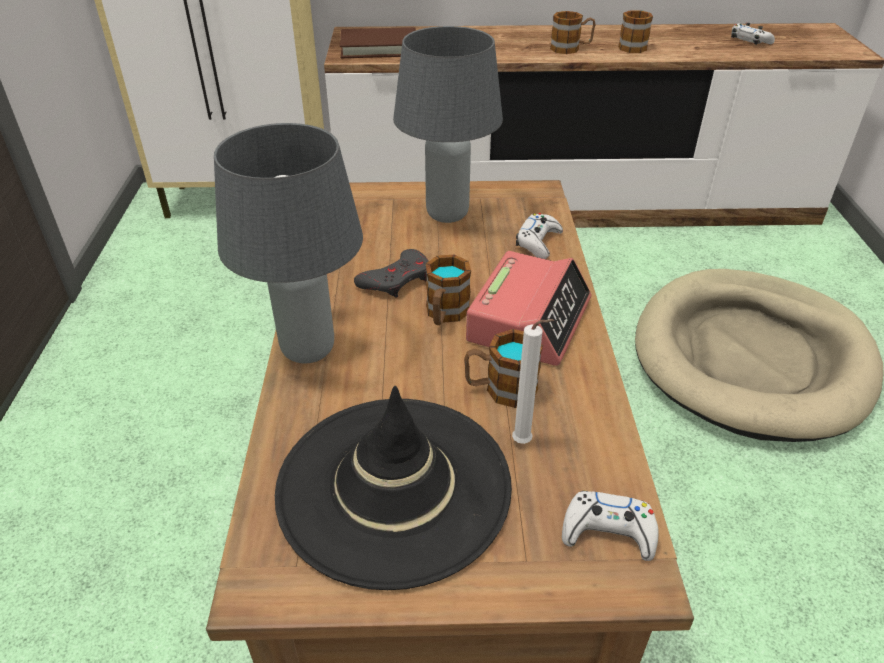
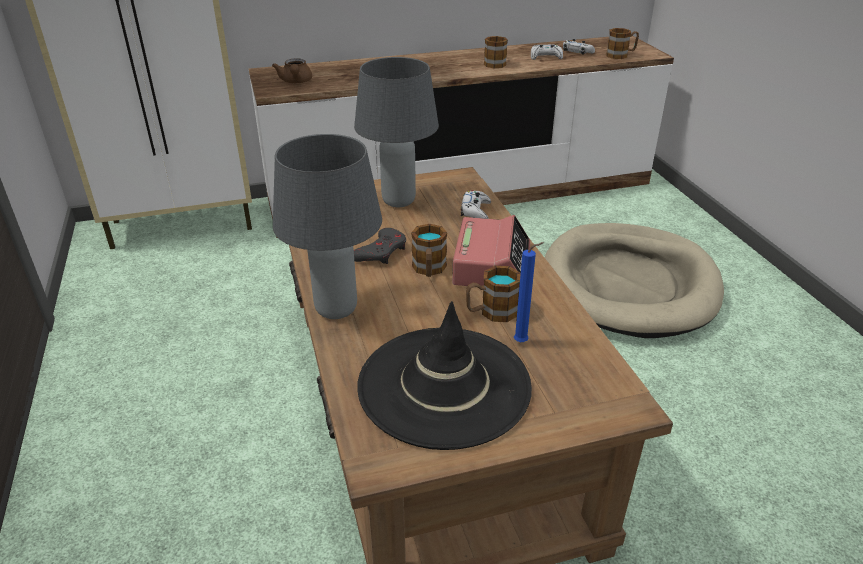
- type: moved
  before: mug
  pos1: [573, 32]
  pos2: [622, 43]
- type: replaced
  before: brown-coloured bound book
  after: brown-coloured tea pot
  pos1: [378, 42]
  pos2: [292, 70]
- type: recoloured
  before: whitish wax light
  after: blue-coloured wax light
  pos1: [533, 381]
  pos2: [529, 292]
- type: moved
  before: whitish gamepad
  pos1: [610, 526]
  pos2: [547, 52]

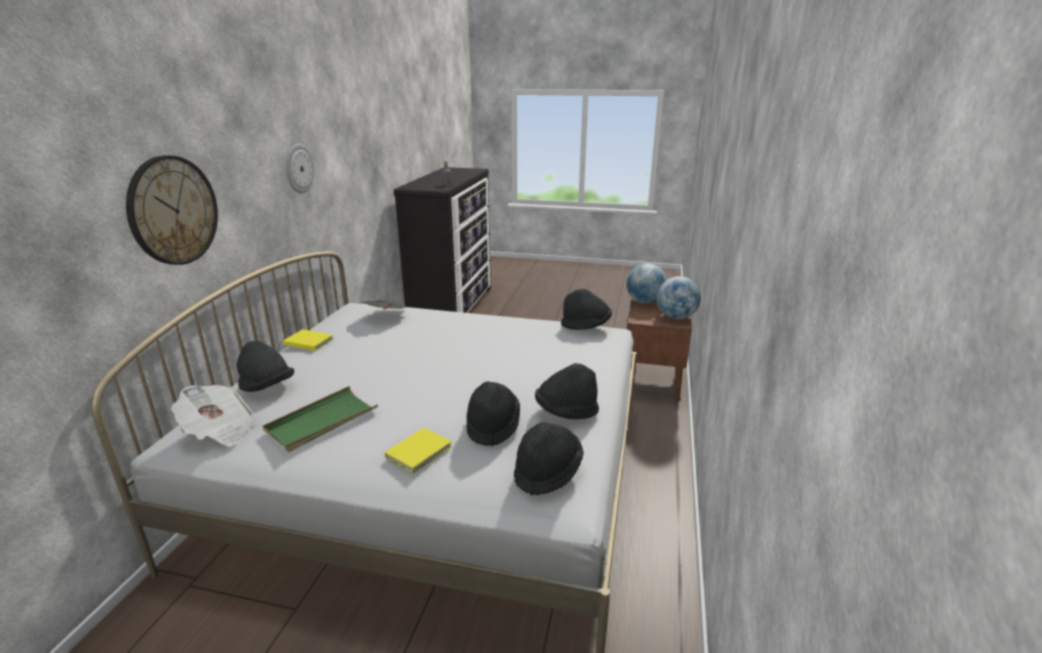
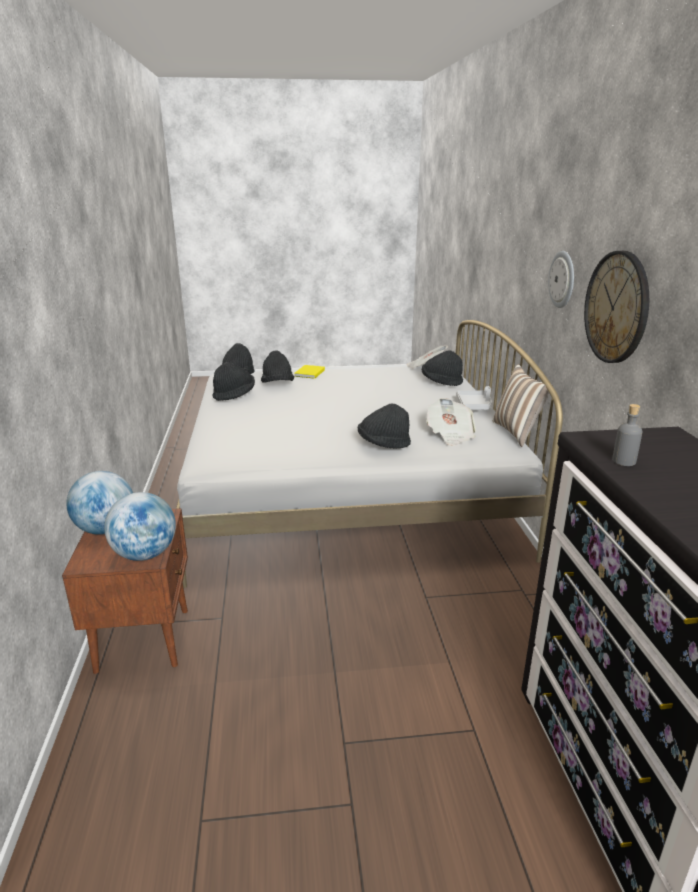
- type: moved
  before: clock on the wall
  pos1: [172, 210]
  pos2: [616, 307]
- type: moved
  before: black clothing hat
  pos1: [586, 309]
  pos2: [384, 425]
- type: replaced
  before: yellow-coloured bound book
  after: greyish serving tray
  pos1: [308, 340]
  pos2: [474, 398]
- type: removed
  before: greenish serving tray
  pos1: [320, 419]
- type: added
  after: pillow
  pos2: [522, 405]

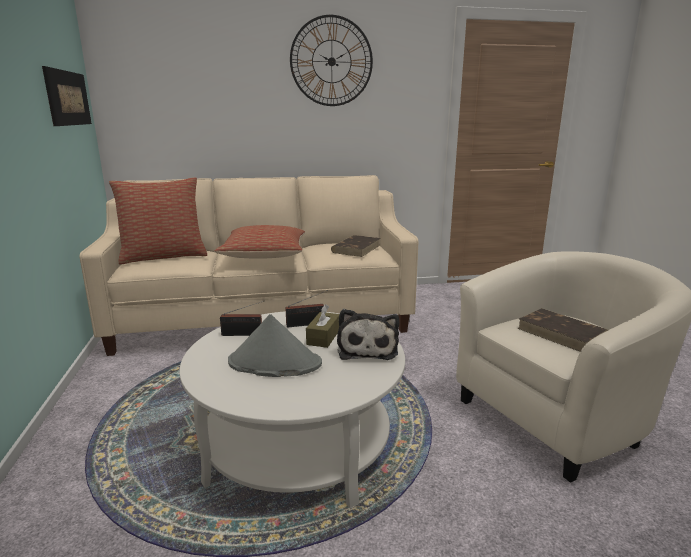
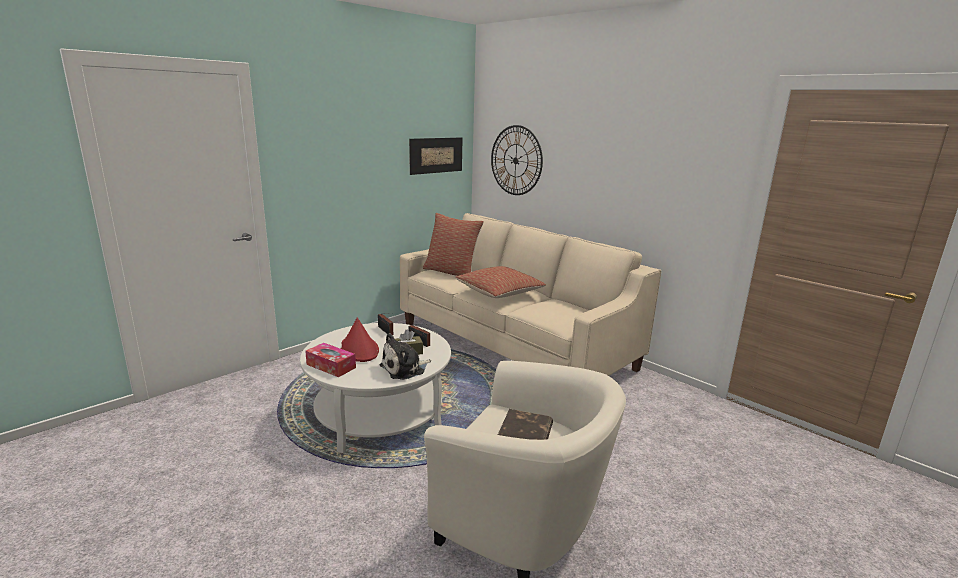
- type: moved
  before: clock on the wall
  pos1: [331, 60]
  pos2: [517, 160]
- type: removed
  before: brown-coloured bound book
  pos1: [356, 246]
- type: recoloured
  before: greyish clothing hat
  after: red clothing hat
  pos1: [275, 345]
  pos2: [360, 340]
- type: added
  after: tissue holder
  pos2: [330, 360]

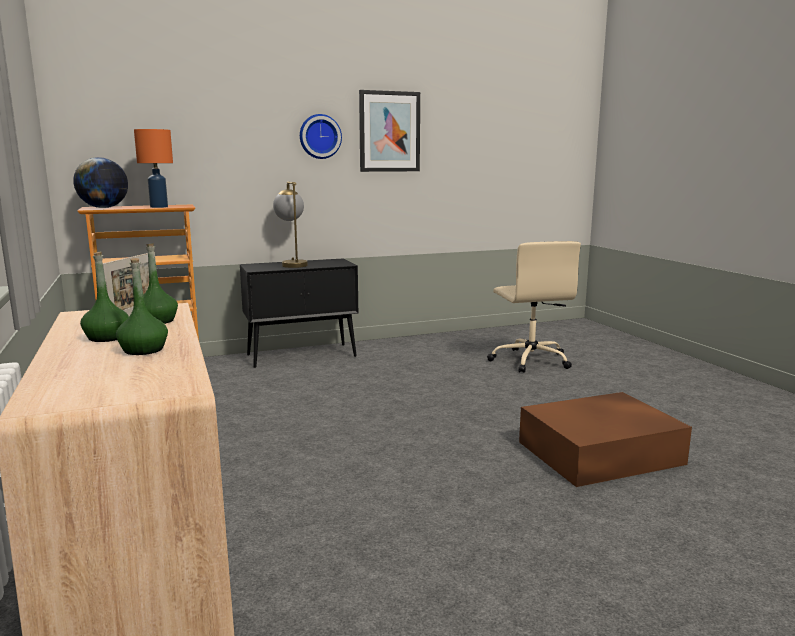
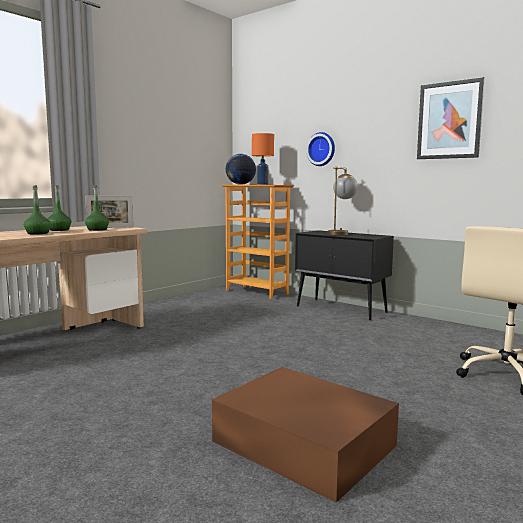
- type: moved
  before: clock on the wall
  pos1: [321, 136]
  pos2: [320, 149]

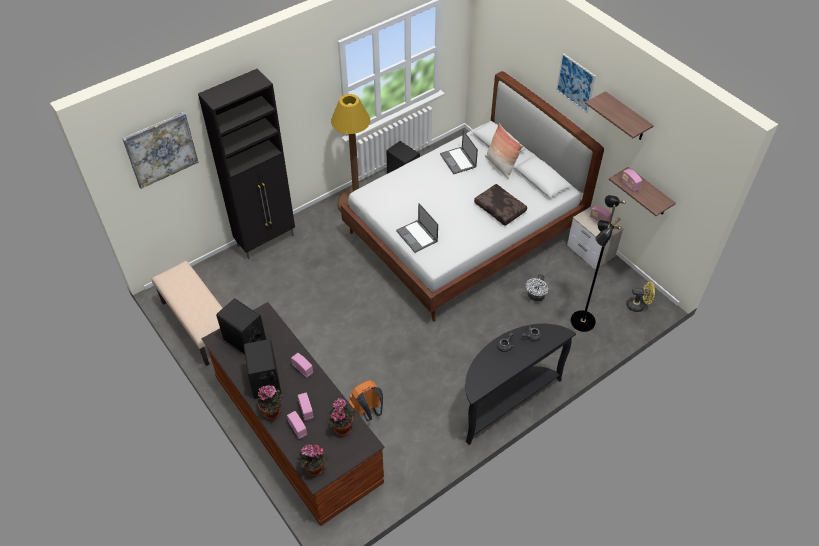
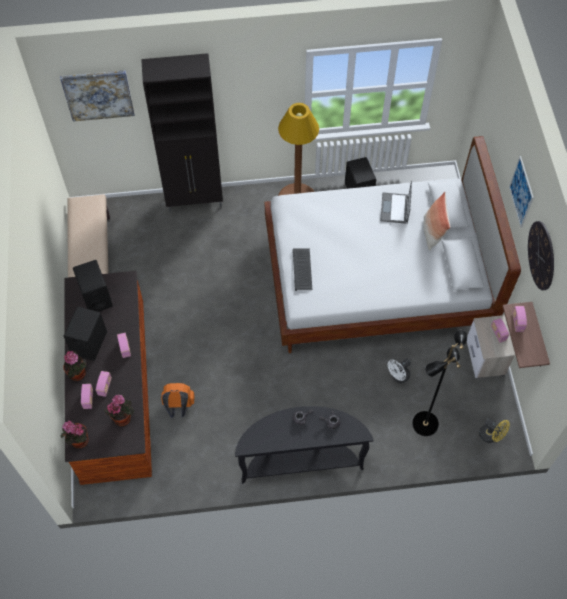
- type: replaced
  before: bracket shelf
  after: clock on the wall
  pos1: [619, 115]
  pos2: [541, 255]
- type: removed
  before: brown-coloured pillow
  pos1: [500, 205]
- type: replaced
  before: portable computer
  after: computer keyboard
  pos1: [417, 228]
  pos2: [302, 270]

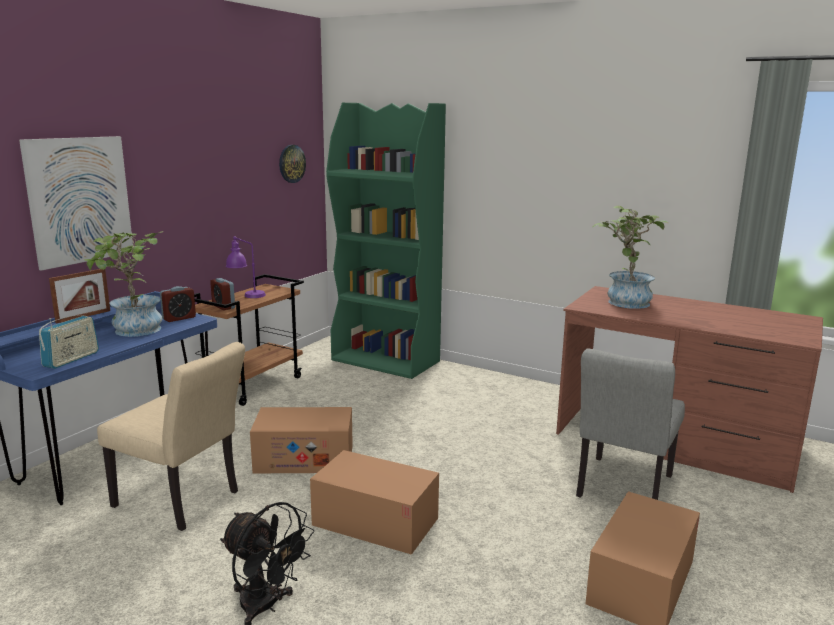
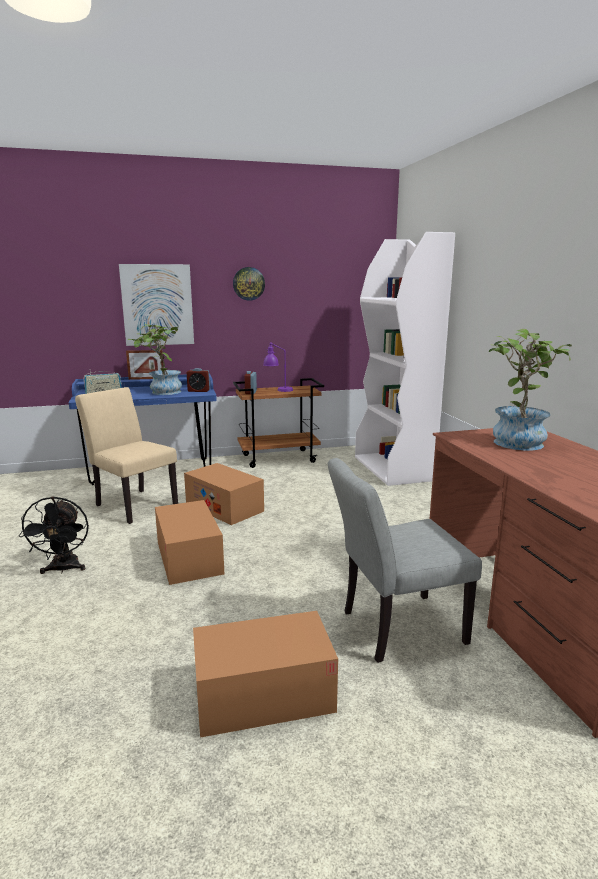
- type: recoloured
  before: greenish bookshelf
  after: whitish bookshelf
  pos1: [386, 241]
  pos2: [405, 359]
- type: moved
  before: clock on the wall
  pos1: [292, 164]
  pos2: [249, 284]
- type: turned
  before: beige chair
  pos1: [171, 436]
  pos2: [126, 455]
  turn: 150

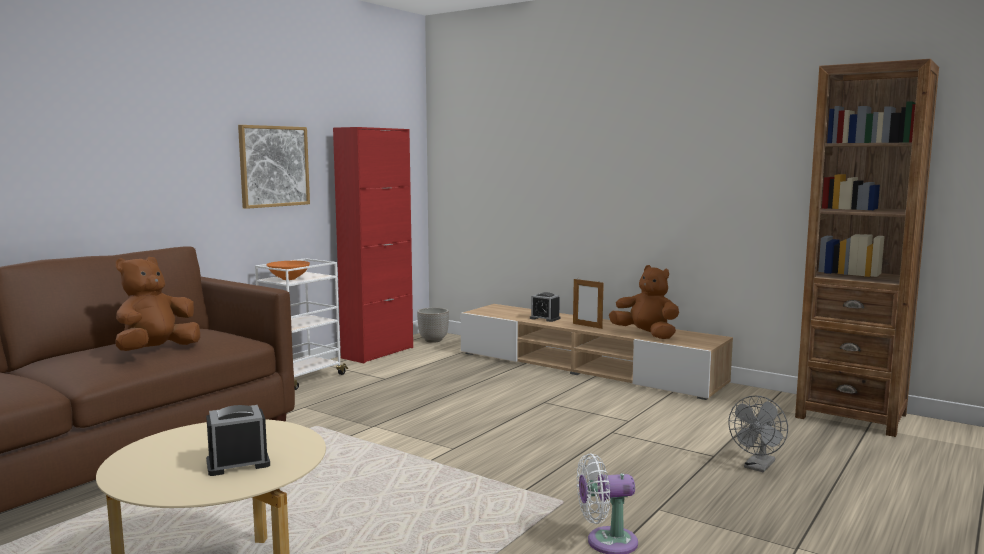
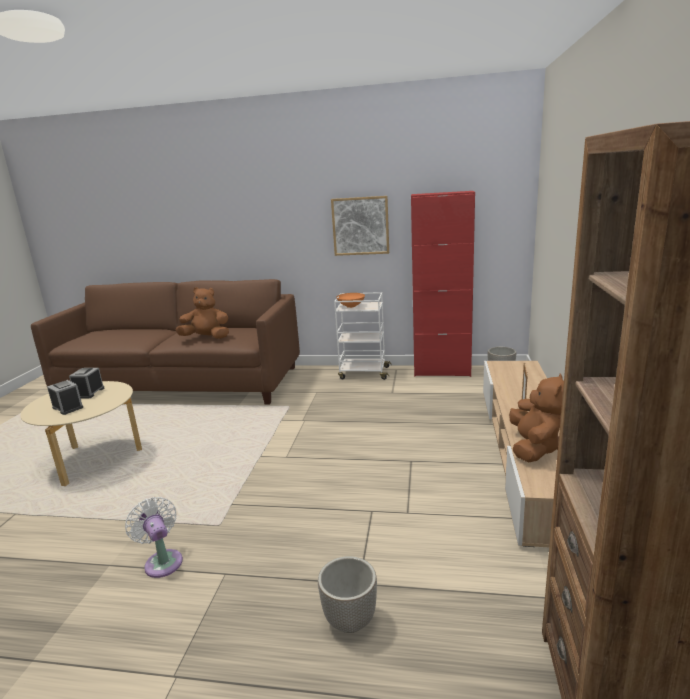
- type: moved
  before: alarm clock
  pos1: [545, 307]
  pos2: [86, 383]
- type: replaced
  before: greyish fan
  after: planter
  pos1: [758, 434]
  pos2: [347, 594]

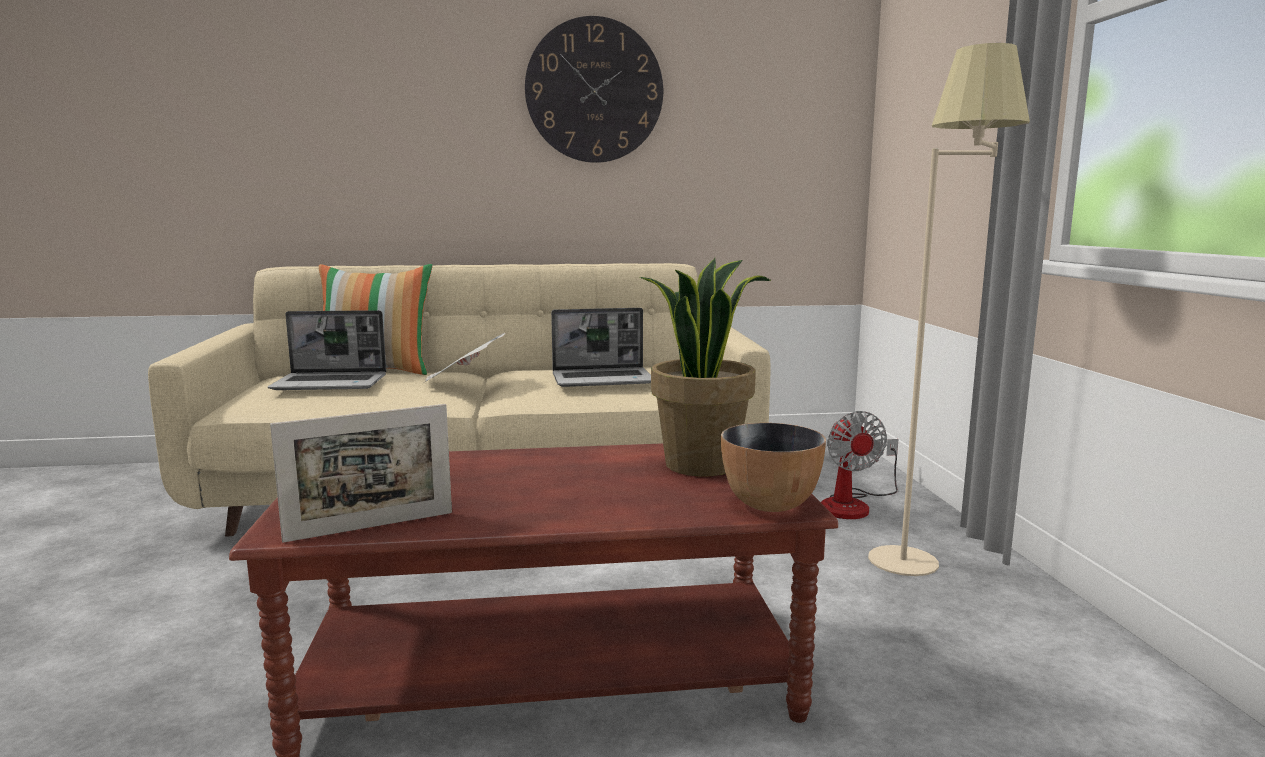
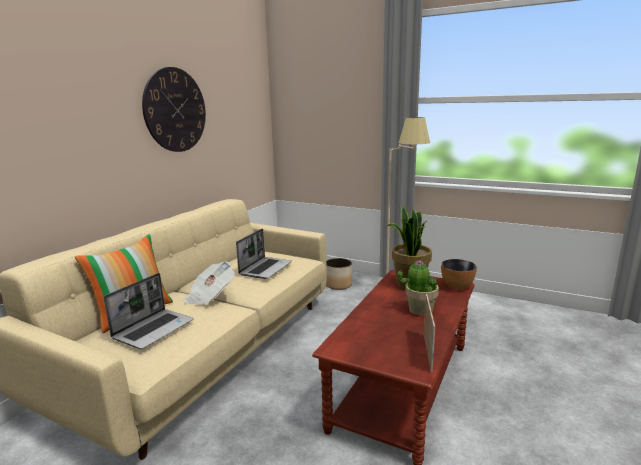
- type: replaced
  before: fan
  after: planter
  pos1: [859, 465]
  pos2: [339, 274]
- type: added
  after: houseplant
  pos2: [418, 288]

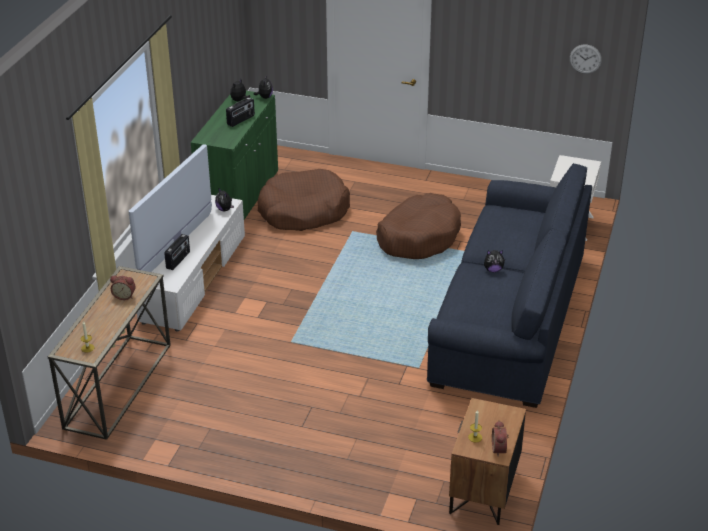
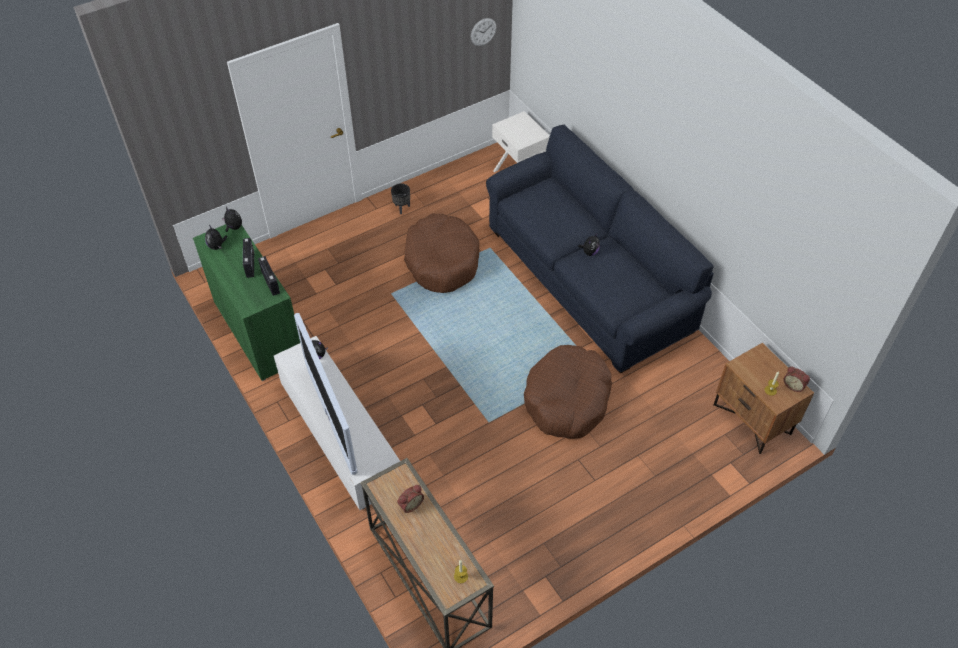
- type: moved
  before: brown-coloured dog bed
  pos1: [303, 200]
  pos2: [568, 392]
- type: moved
  before: radio
  pos1: [177, 252]
  pos2: [269, 276]
- type: added
  after: black planter
  pos2: [400, 198]

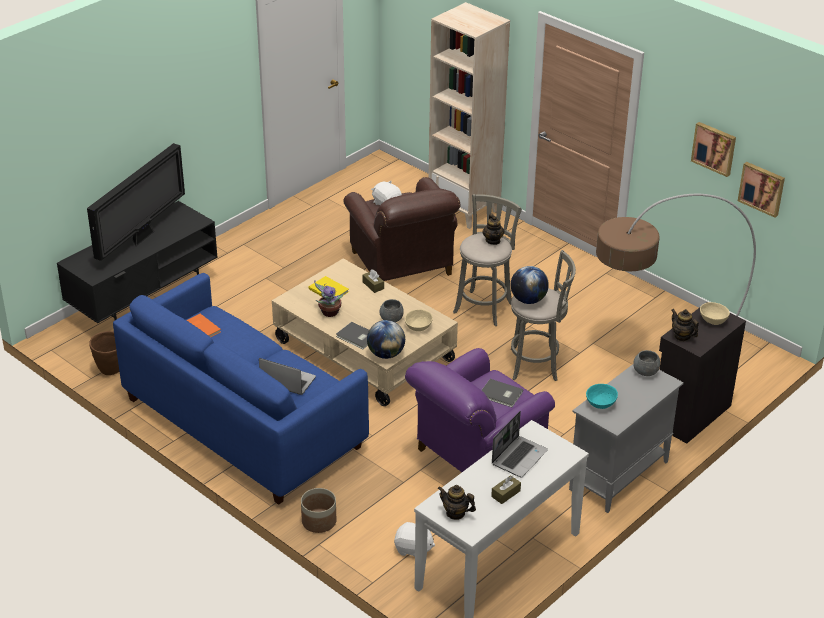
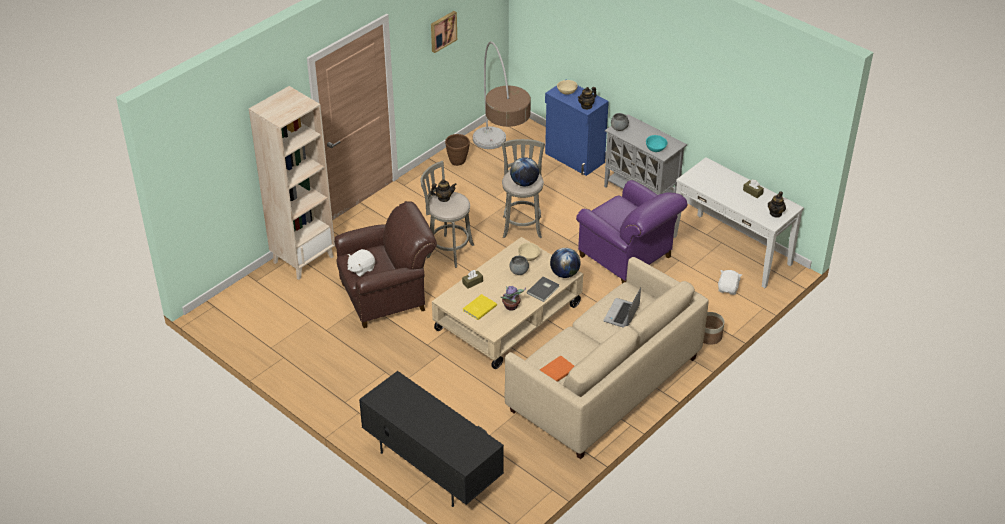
- type: removed
  before: television
  pos1: [136, 202]
- type: removed
  before: picture
  pos1: [761, 190]
- type: recoloured
  before: blue-coloured settee
  after: beige settee
  pos1: [241, 389]
  pos2: [607, 358]
- type: recoloured
  before: black cabinet
  after: blue-coloured cabinet
  pos1: [702, 373]
  pos2: [577, 131]
- type: moved
  before: brown-coloured planter
  pos1: [104, 353]
  pos2: [457, 150]
- type: removed
  before: greyish bound book
  pos1: [502, 393]
- type: removed
  before: portable computer
  pos1: [520, 444]

